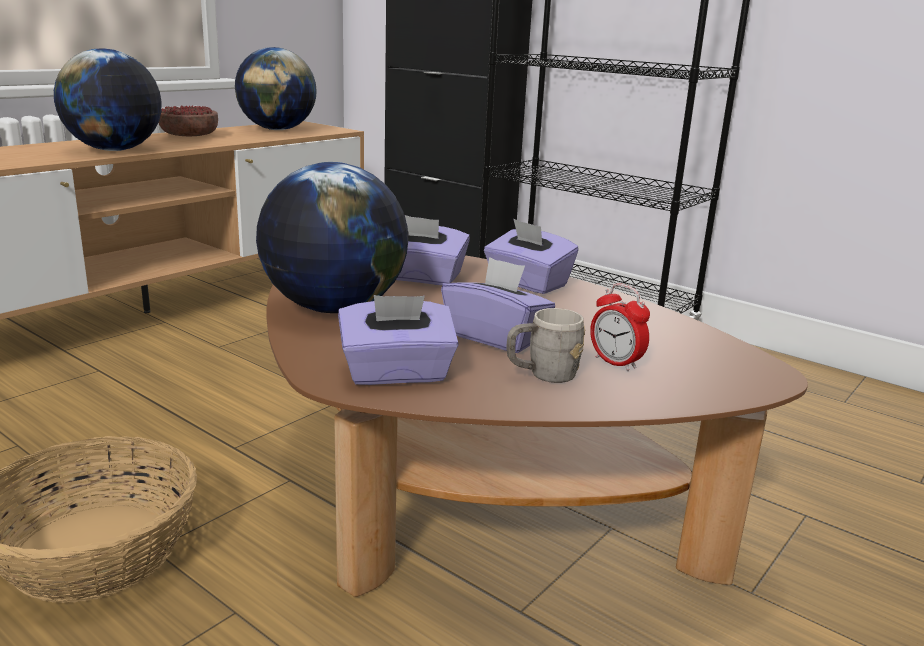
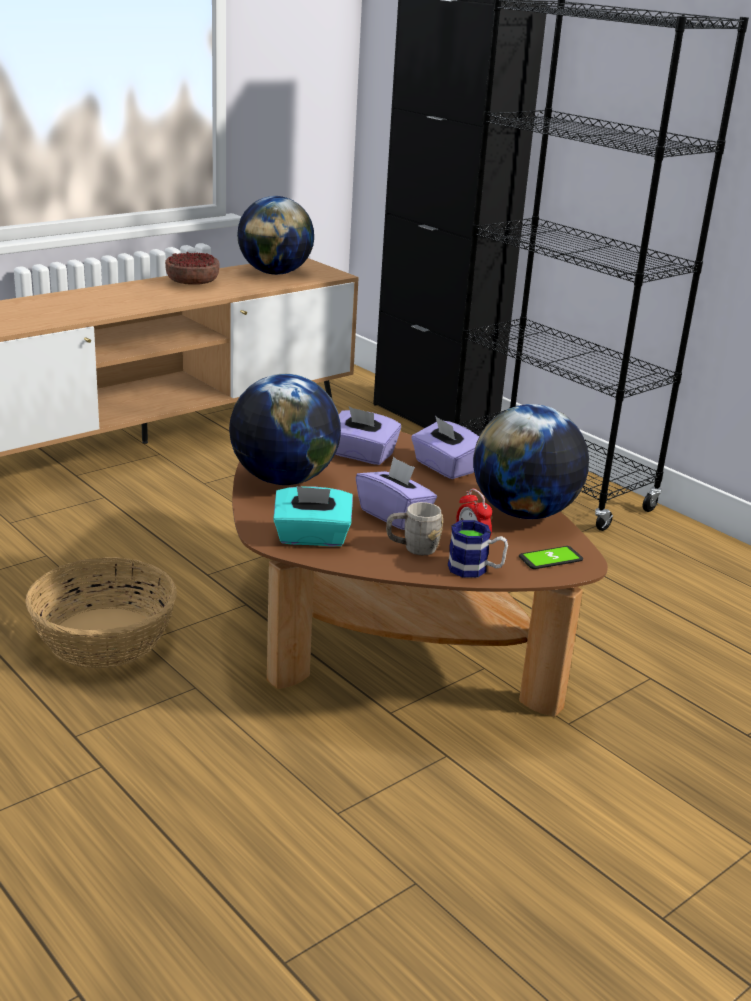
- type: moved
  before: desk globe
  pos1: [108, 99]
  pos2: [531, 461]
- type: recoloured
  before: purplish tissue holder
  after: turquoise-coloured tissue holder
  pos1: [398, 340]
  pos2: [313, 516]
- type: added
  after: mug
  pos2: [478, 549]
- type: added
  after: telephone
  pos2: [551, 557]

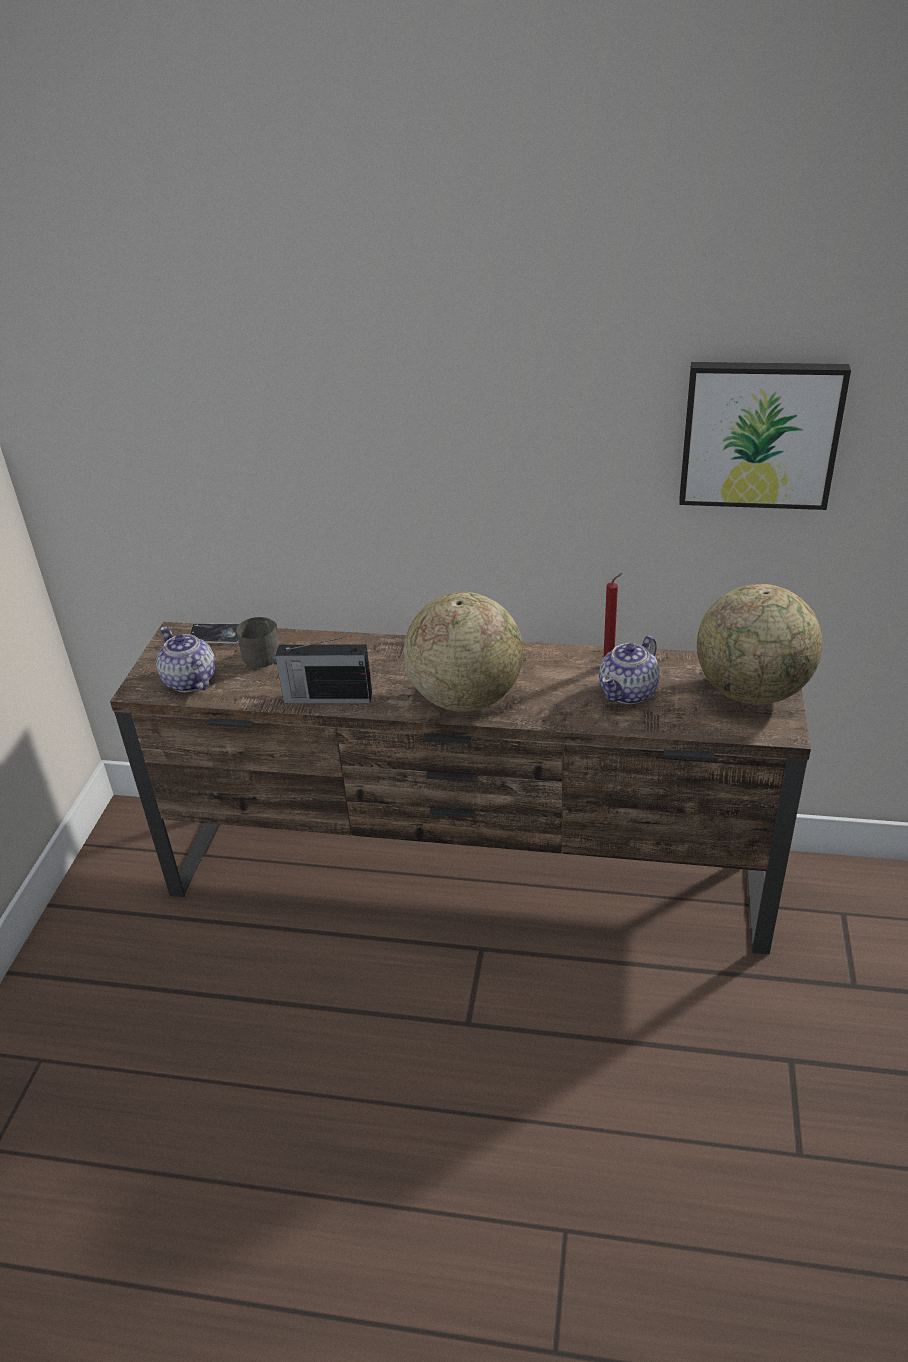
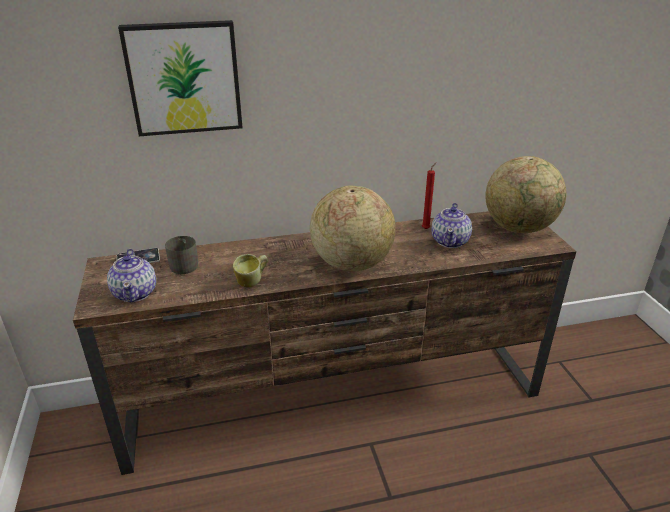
- type: moved
  before: picture
  pos1: [765, 436]
  pos2: [180, 78]
- type: turned
  before: tea pot
  pos1: [185, 659]
  pos2: [131, 276]
  turn: -135
- type: replaced
  before: radio
  after: mug
  pos1: [322, 670]
  pos2: [250, 271]

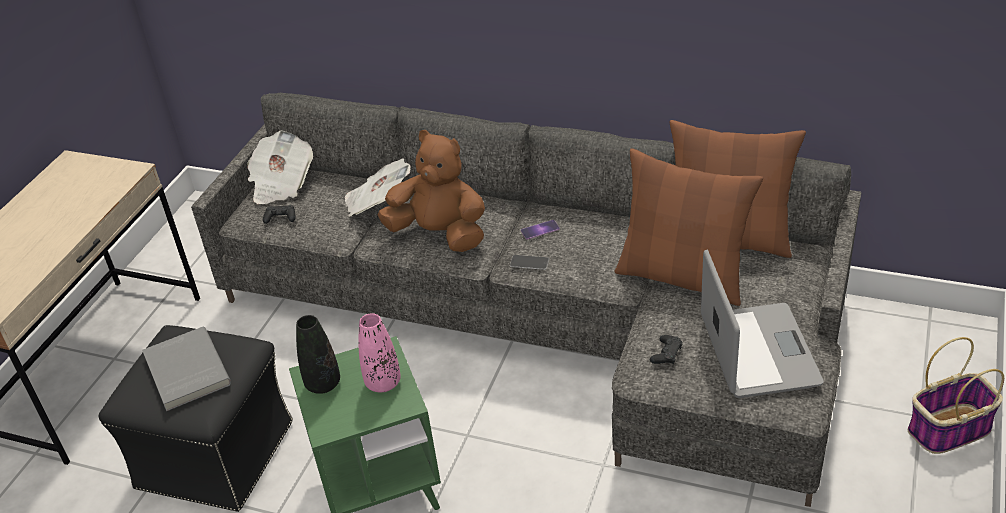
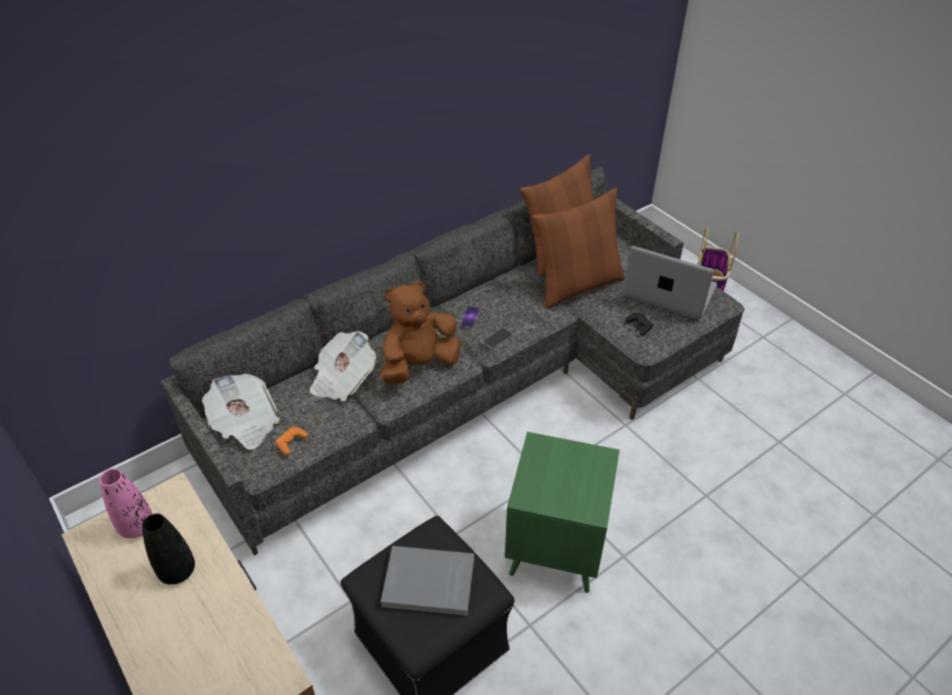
- type: recoloured
  before: black gamepad
  after: orangey gamepad
  pos1: [279, 214]
  pos2: [291, 440]
- type: moved
  before: pink flower vase
  pos1: [379, 352]
  pos2: [126, 503]
- type: moved
  before: black flower vase
  pos1: [318, 354]
  pos2: [168, 549]

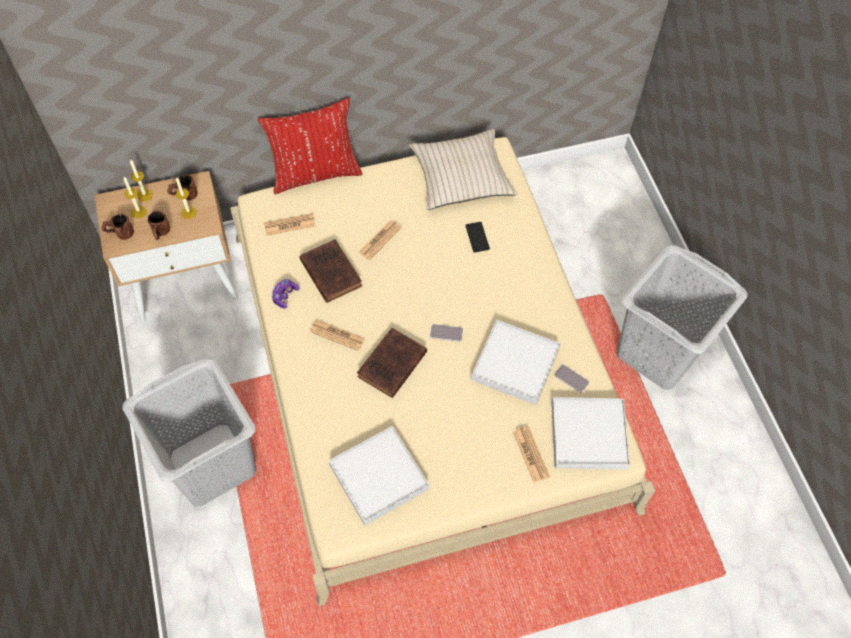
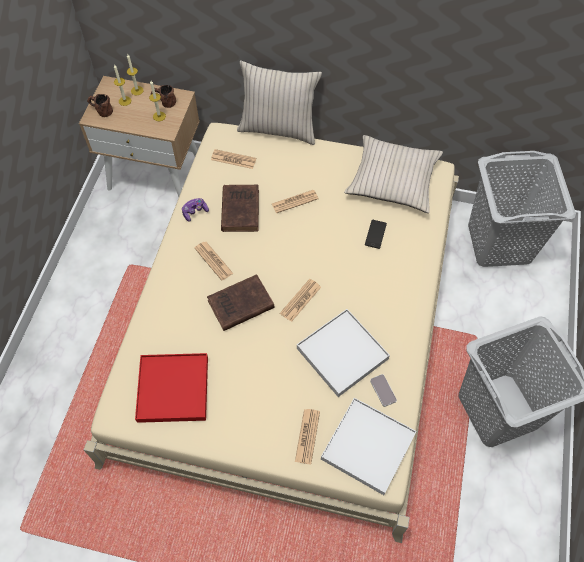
- type: recoloured
  before: red pillow
  after: beige pillow
  pos1: [310, 145]
  pos2: [279, 102]
- type: removed
  before: brown-coloured mug
  pos1: [159, 225]
- type: replaced
  before: telephone
  after: daily paper
  pos1: [446, 333]
  pos2: [300, 300]
- type: moved
  before: greyish laundry basket
  pos1: [189, 431]
  pos2: [522, 209]
- type: recoloured
  before: whitish serving tray
  after: red serving tray
  pos1: [378, 476]
  pos2: [171, 388]

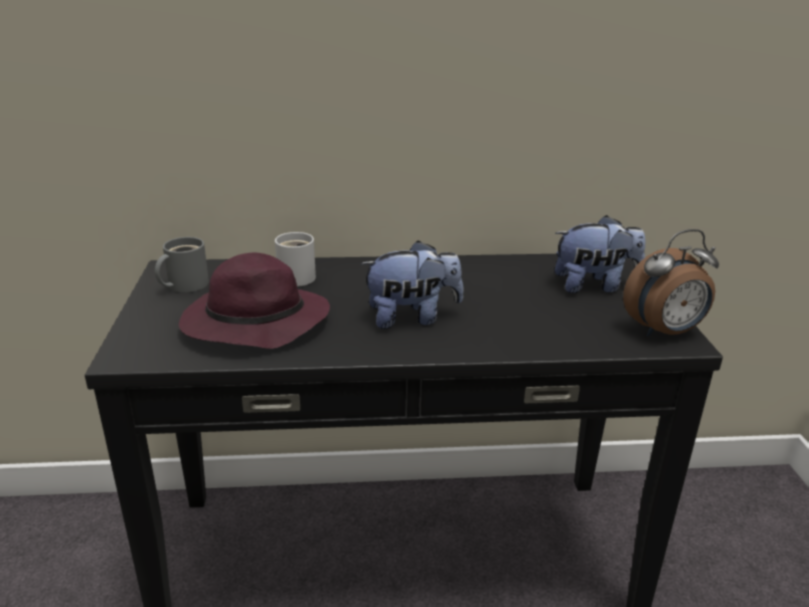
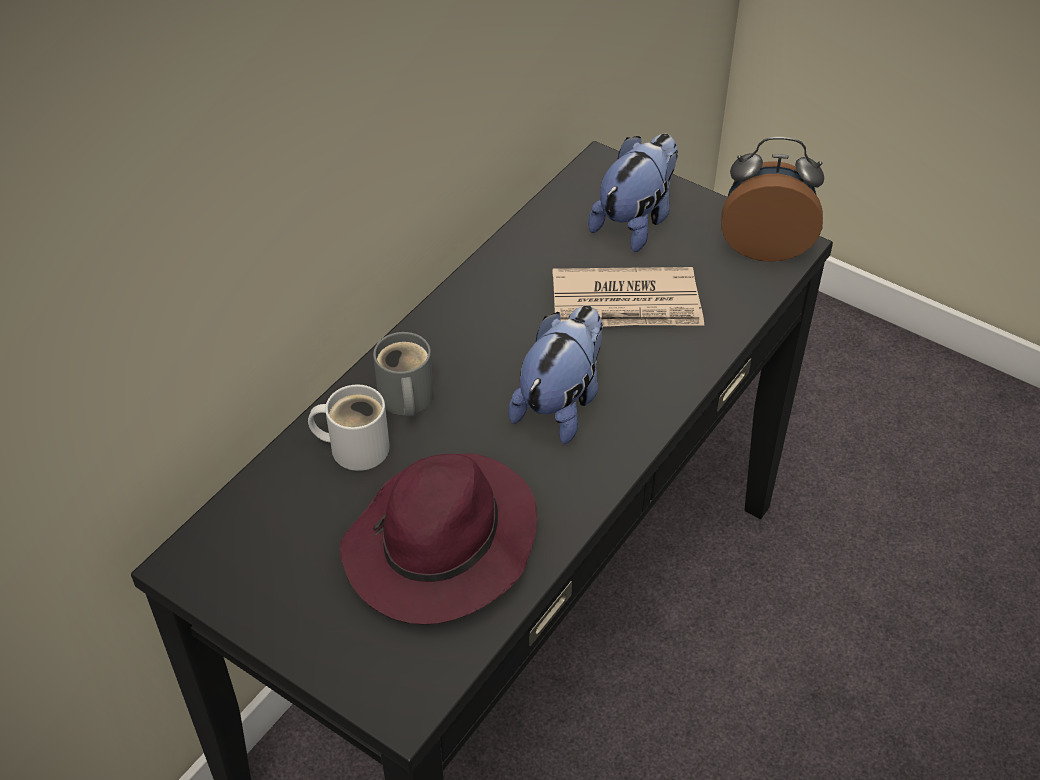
- type: turned
  before: alarm clock
  pos1: [671, 283]
  pos2: [772, 199]
  turn: -105
- type: moved
  before: greyish mug
  pos1: [182, 265]
  pos2: [403, 374]
- type: added
  after: daily paper
  pos2: [628, 297]

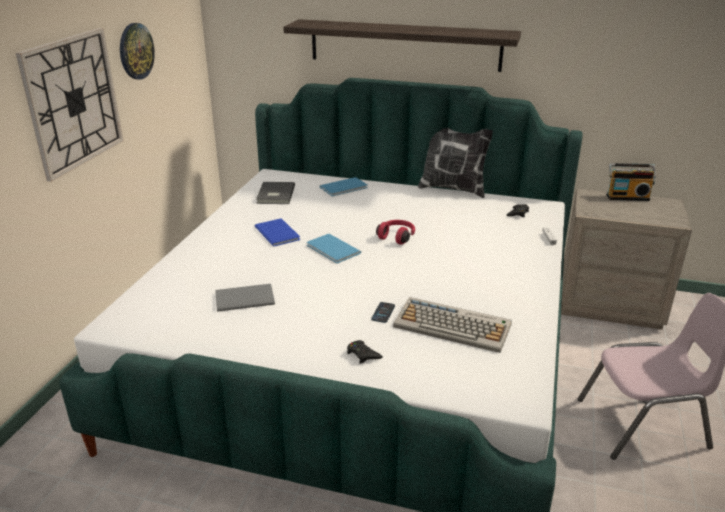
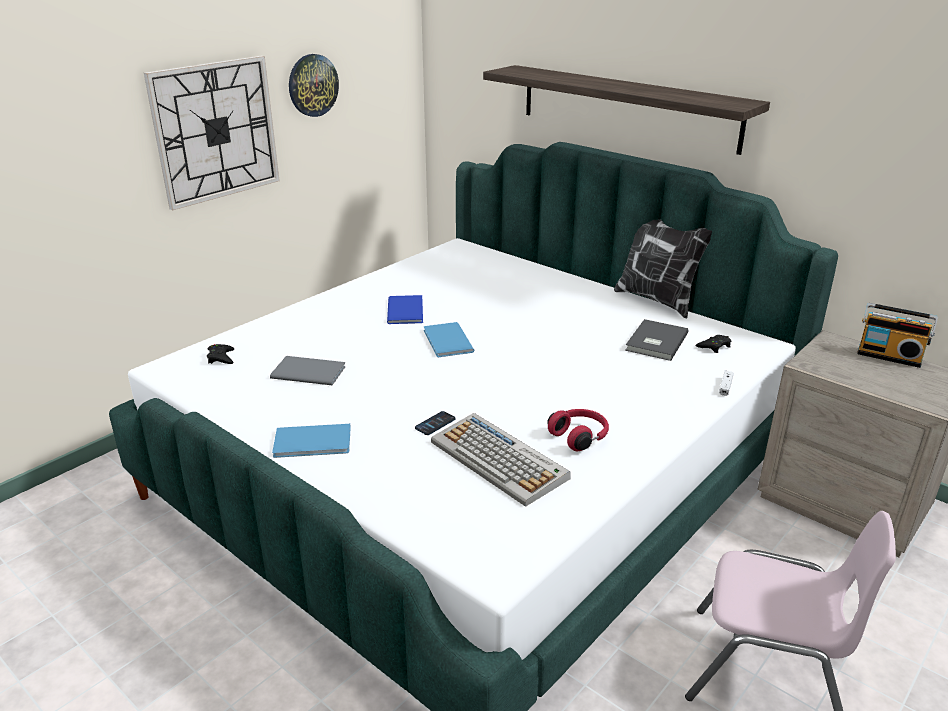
- type: moved
  before: blue-coloured bound book
  pos1: [344, 187]
  pos2: [311, 441]
- type: moved
  before: greyish bound book
  pos1: [275, 193]
  pos2: [656, 340]
- type: moved
  before: red headset
  pos1: [395, 232]
  pos2: [578, 430]
- type: moved
  before: black gamepad
  pos1: [365, 352]
  pos2: [220, 354]

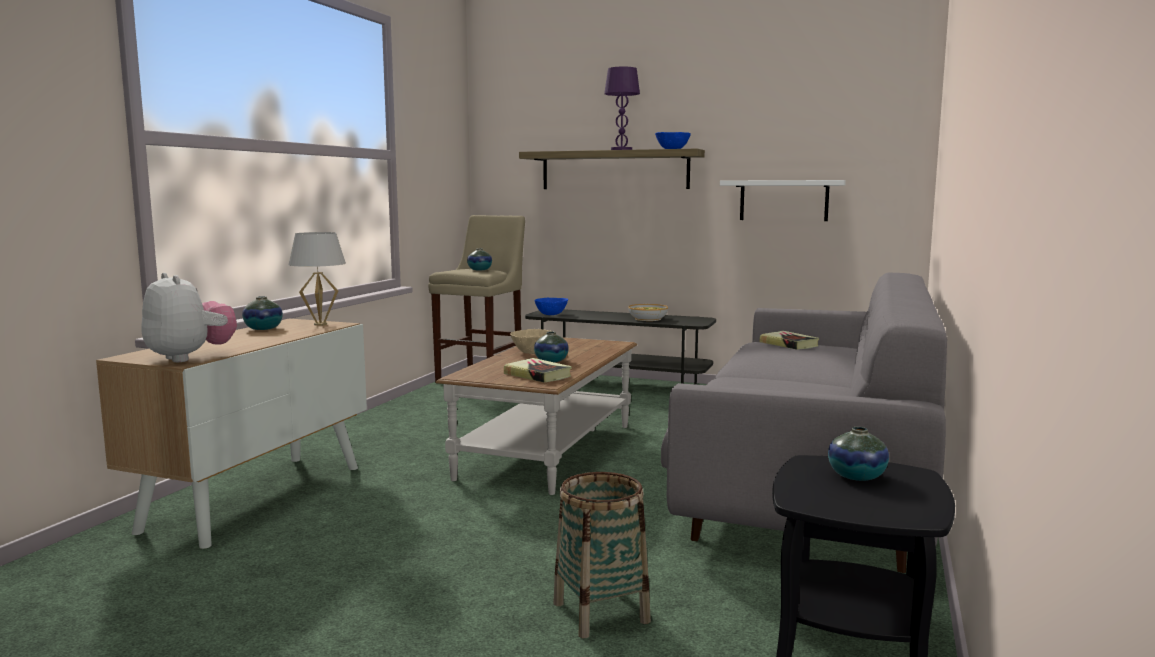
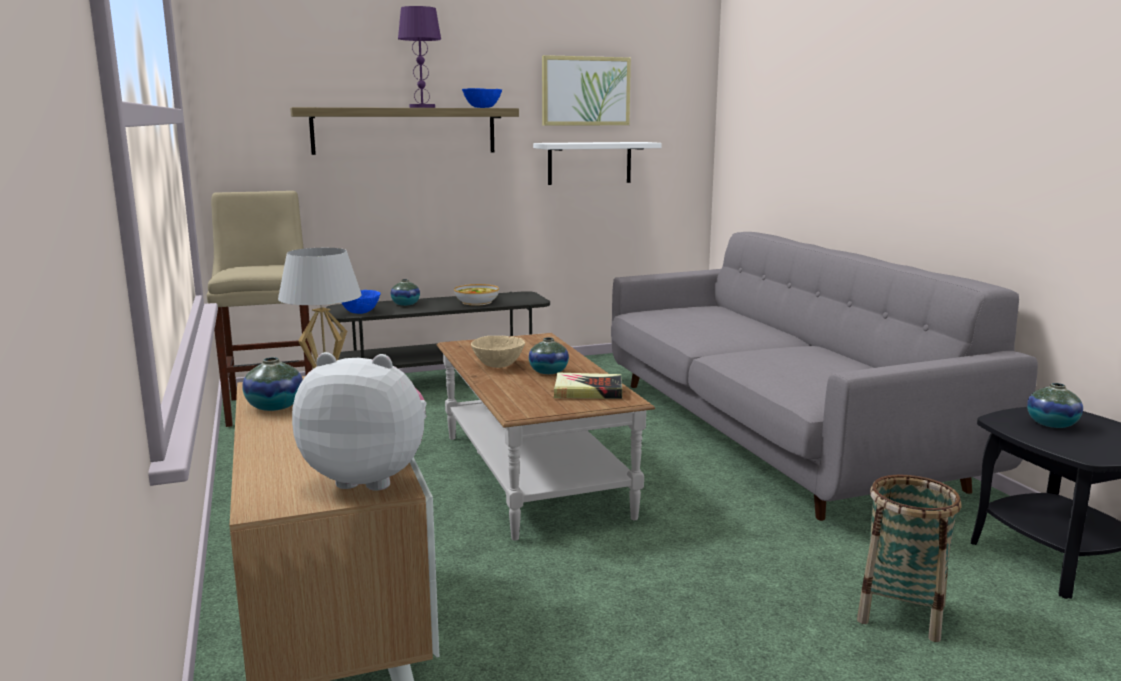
- type: moved
  before: flower vase
  pos1: [479, 259]
  pos2: [405, 292]
- type: removed
  before: bound book
  pos1: [789, 340]
- type: added
  after: picture
  pos2: [586, 90]

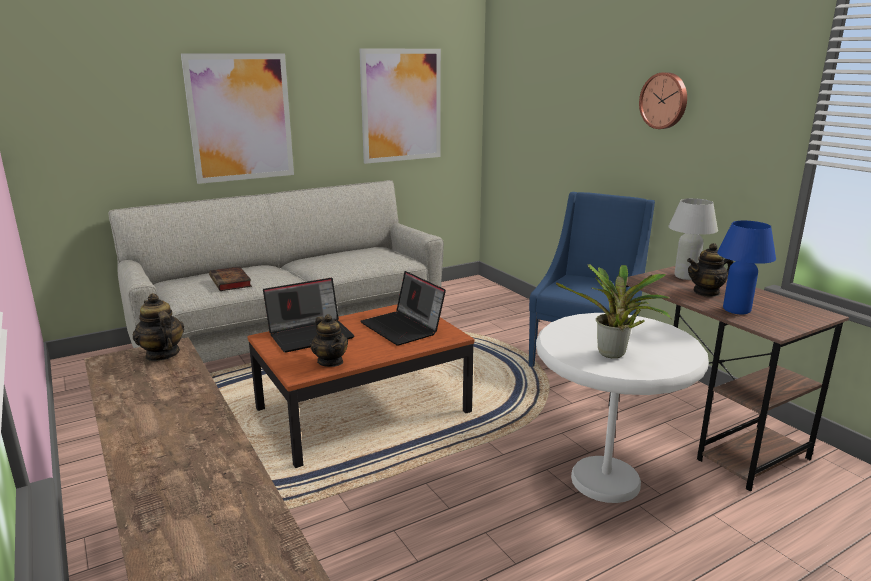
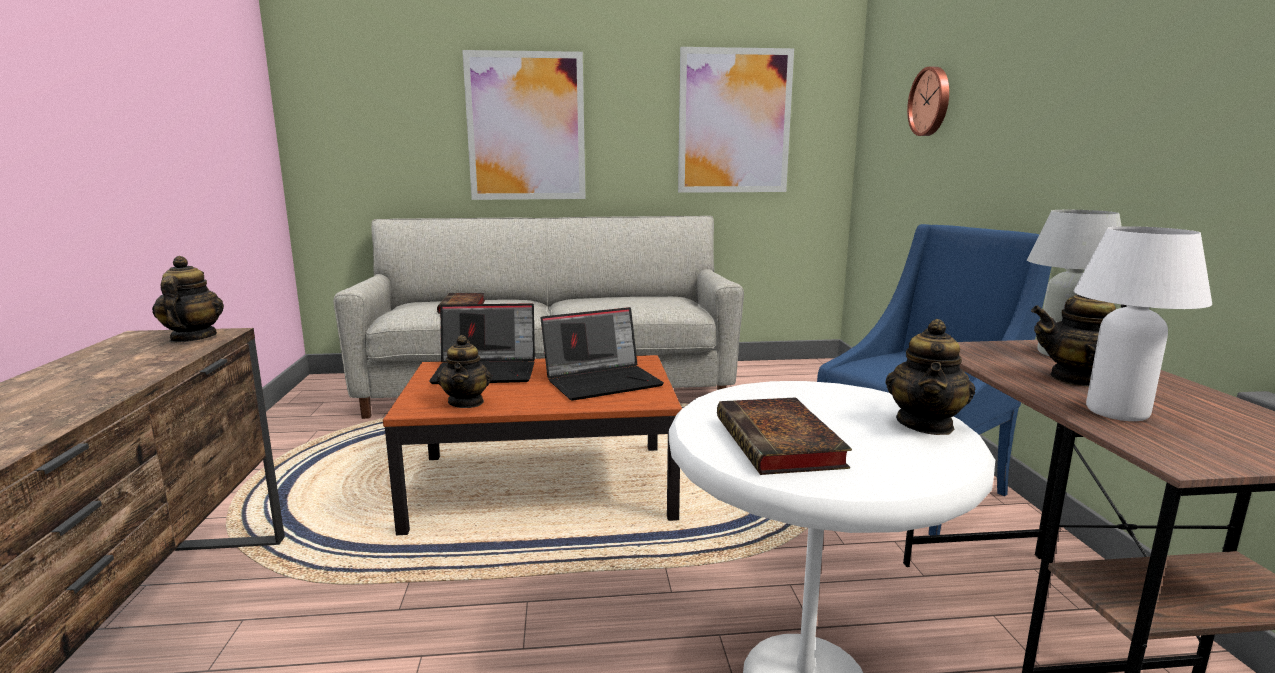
- type: moved
  before: clock on the wall
  pos1: [663, 100]
  pos2: [928, 101]
- type: recoloured
  before: blue-coloured table lamp
  after: whitish table lamp
  pos1: [746, 267]
  pos2: [1143, 323]
- type: replaced
  before: houseplant
  after: bound book
  pos1: [614, 311]
  pos2: [784, 436]
- type: turned
  before: portable computer
  pos1: [403, 308]
  pos2: [602, 354]
  turn: -105
- type: added
  after: tea pot
  pos2: [930, 377]

